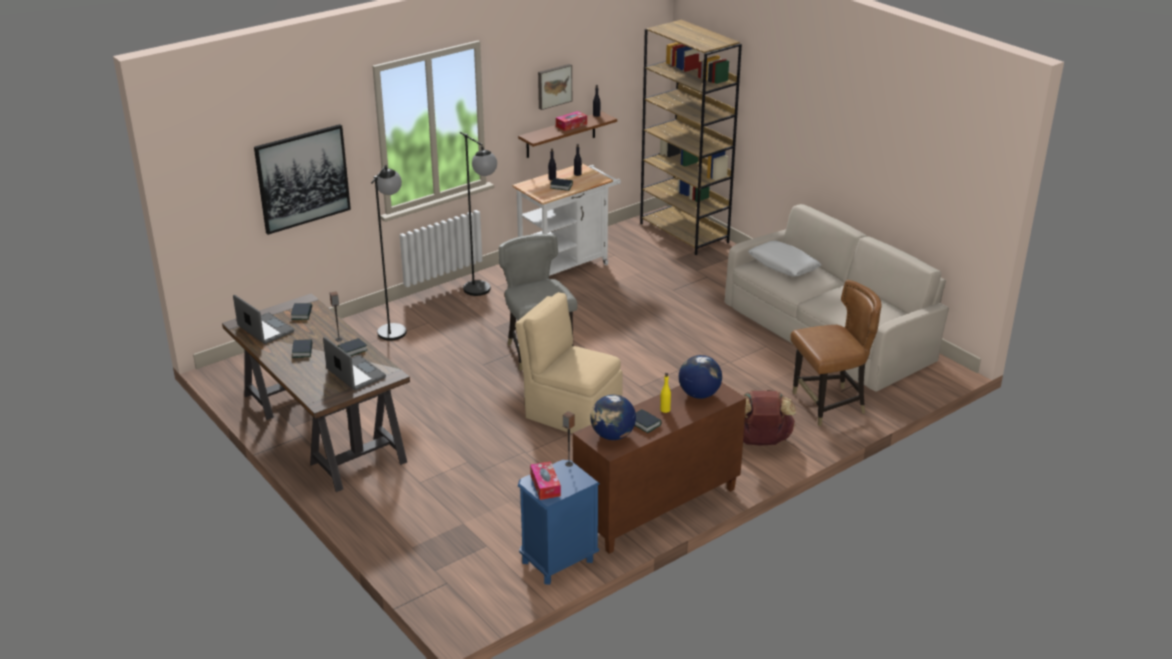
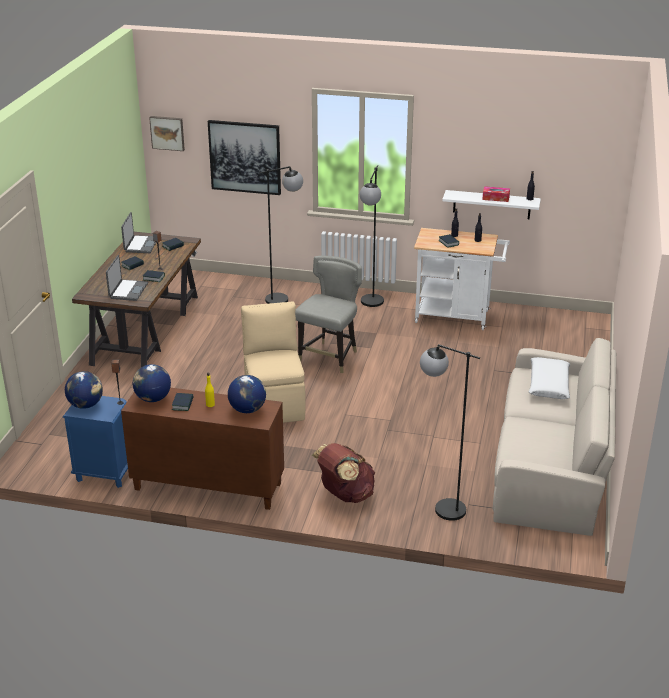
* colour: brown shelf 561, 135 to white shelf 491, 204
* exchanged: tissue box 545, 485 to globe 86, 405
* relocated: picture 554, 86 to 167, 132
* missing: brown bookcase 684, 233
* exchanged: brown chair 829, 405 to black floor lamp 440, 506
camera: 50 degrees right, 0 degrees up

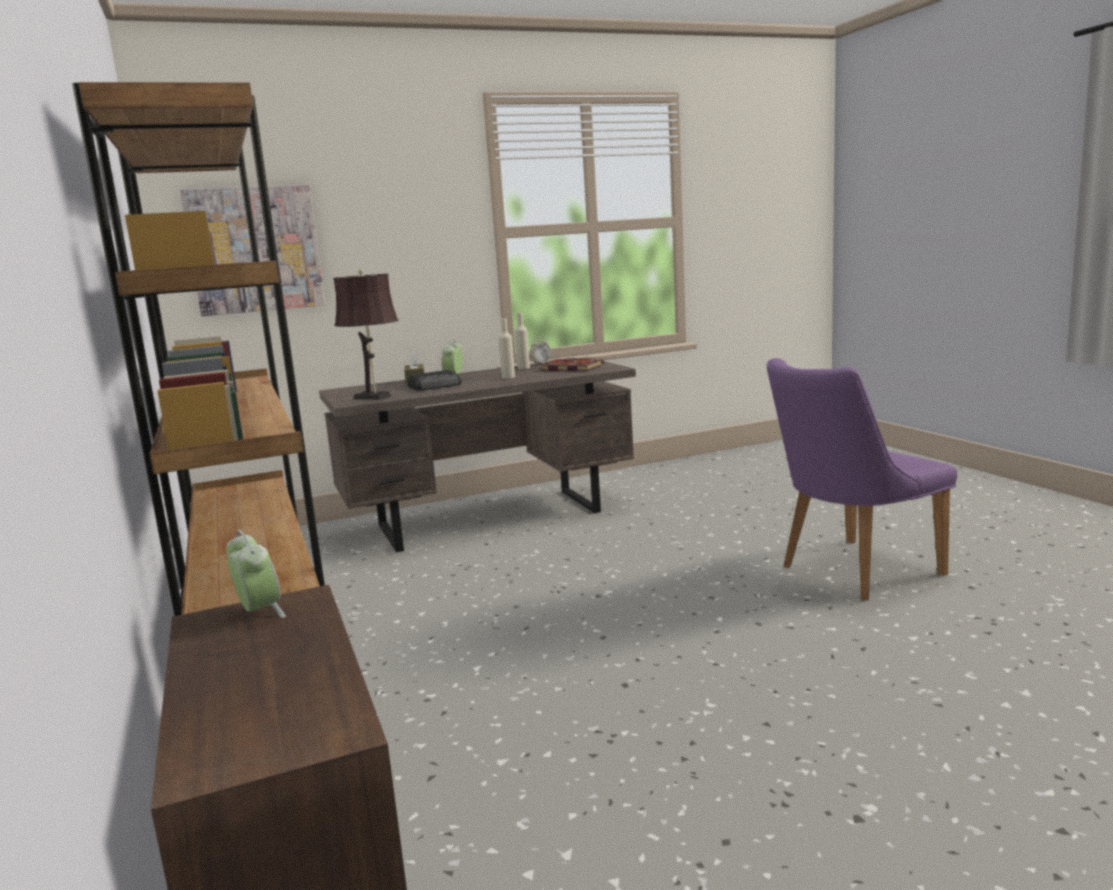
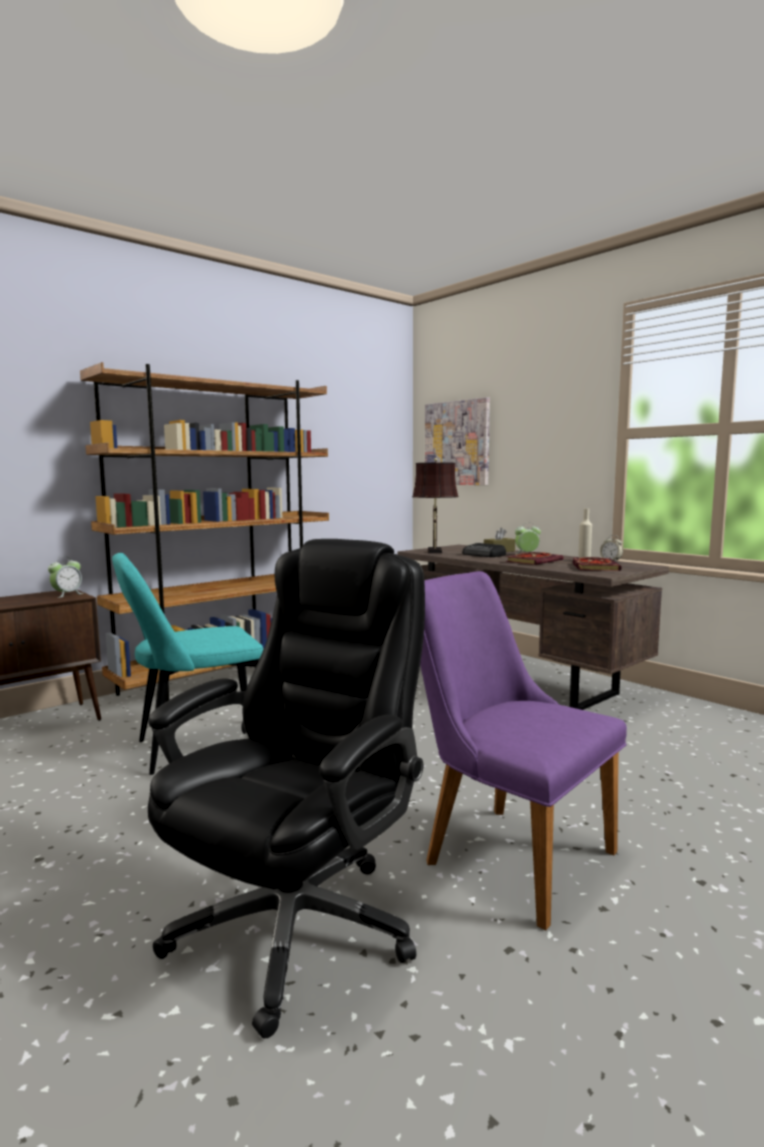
* exchanged: beige bottle 508, 377 to book 534, 561
* appeared: turquoise chair 196, 747
* appeared: black office chair 297, 923
camera: 70 degrees right, 5 degrees down

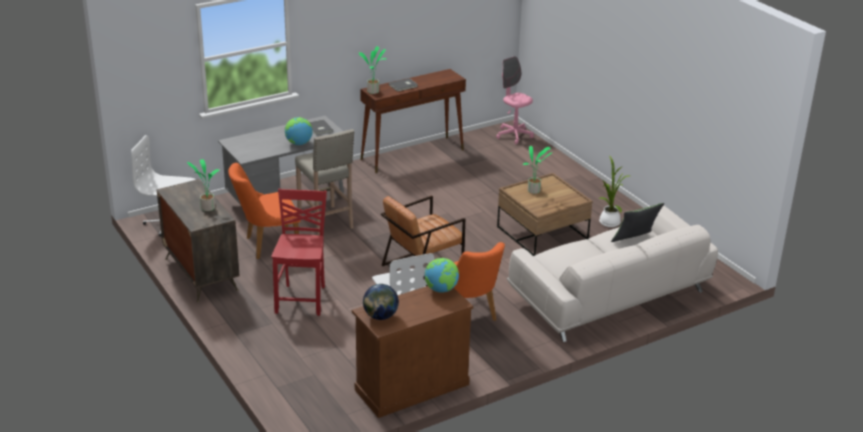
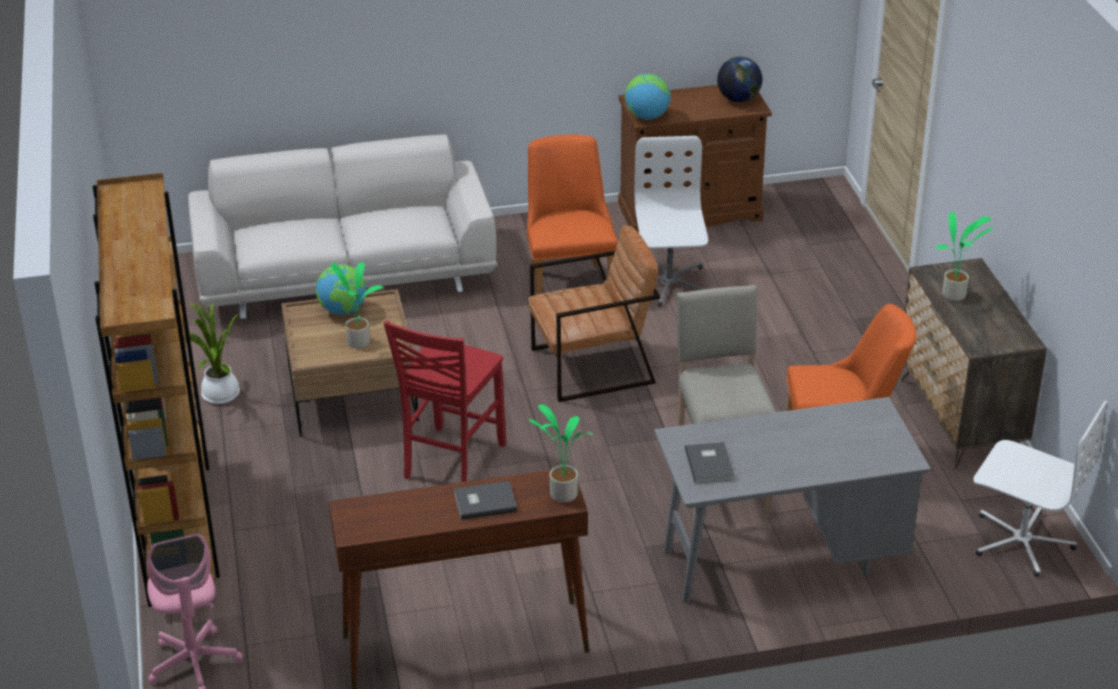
* relocated: red chair 302, 299 to 451, 461
* relocated: globe 298, 143 to 343, 310
* missing: green pillow 635, 240
* appeared: brown bookcase 178, 525
camera: 160 degrees left, 5 degrees up

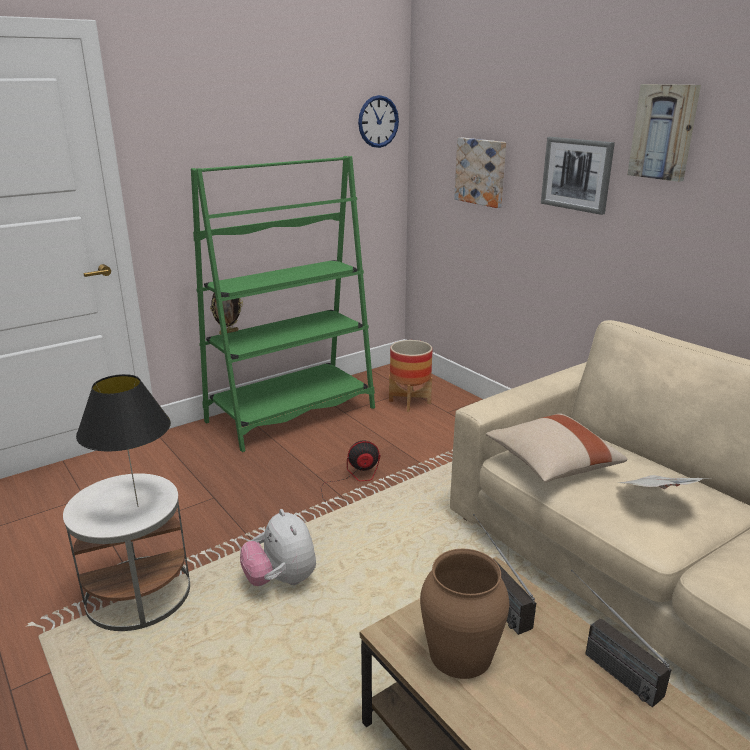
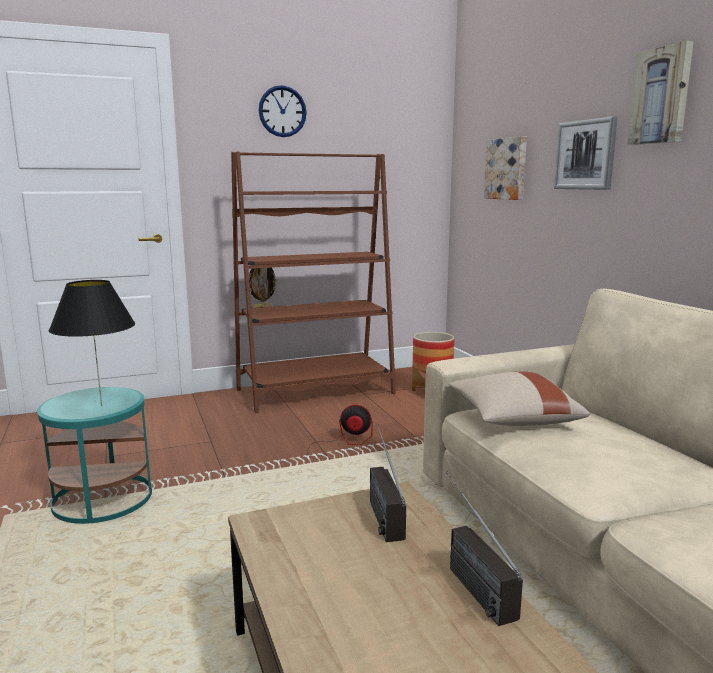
* colour: white side table 138, 594 to turquoise side table 102, 499
* colour: green bookcase 291, 415 to brown bookcase 315, 392
* missing: plush toy 281, 580
* relocated: wall clock 378, 121 to 282, 111
* missing: brown vase 460, 654
* missing: newspaper 658, 499
camera: 15 degrees right, 10 degrees down

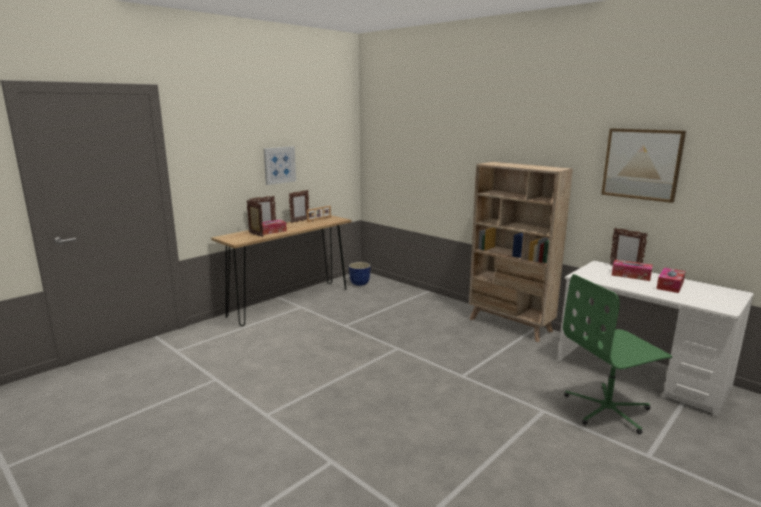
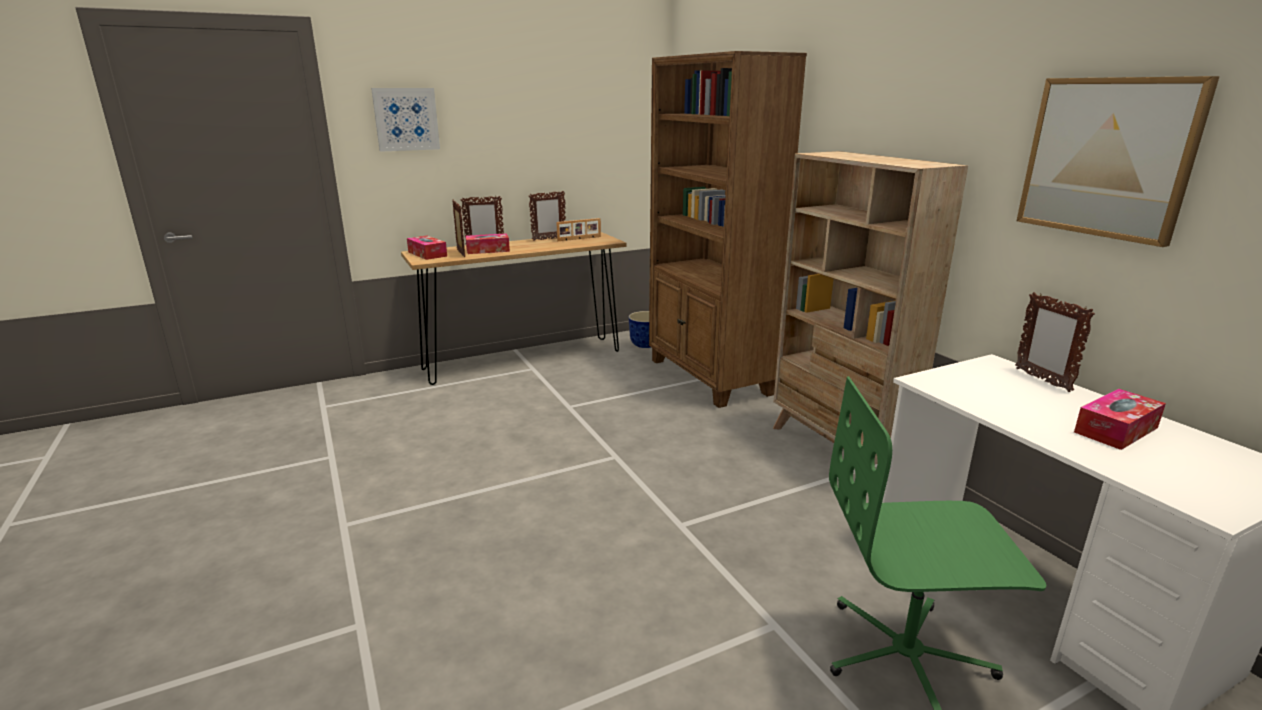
* relocated: picture 279, 165 to 406, 119
* relocated: tissue box 631, 275 to 427, 254
* appeared: brown bookcase 709, 377
camera: 20 degrees right, 5 degrees up

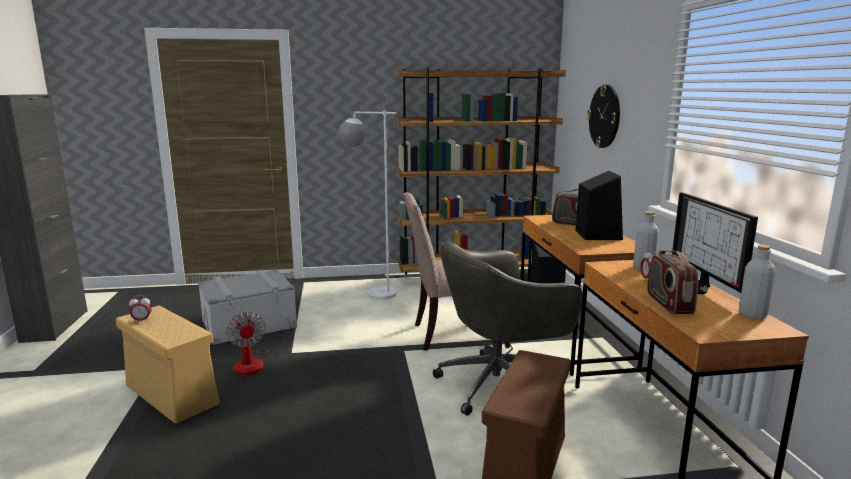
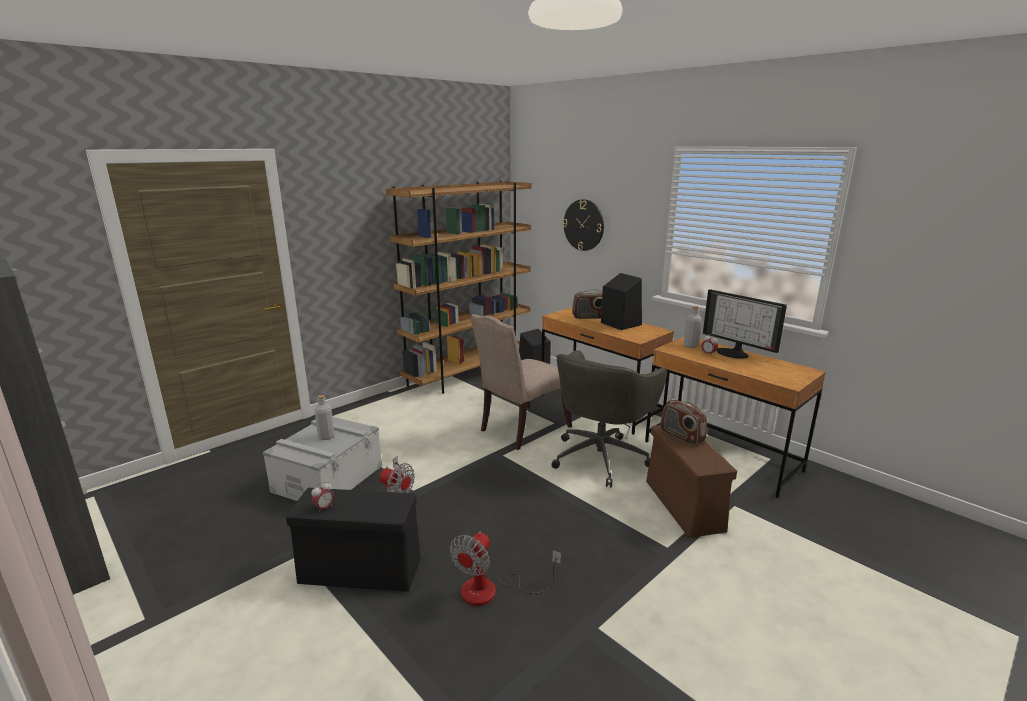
* colour: beige storage box 170, 394 to black storage box 358, 571
* missing: white floor lamp 371, 293
* relocated: radio 668, 304 to 681, 436
* relocated: grey bottle 752, 315 to 326, 436
* appeared: fan 492, 590
camera: 35 degrees left, 5 degrees up

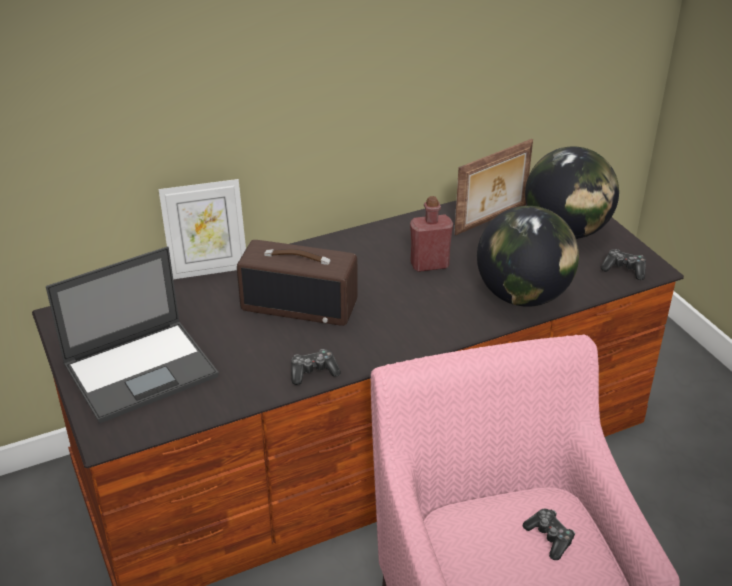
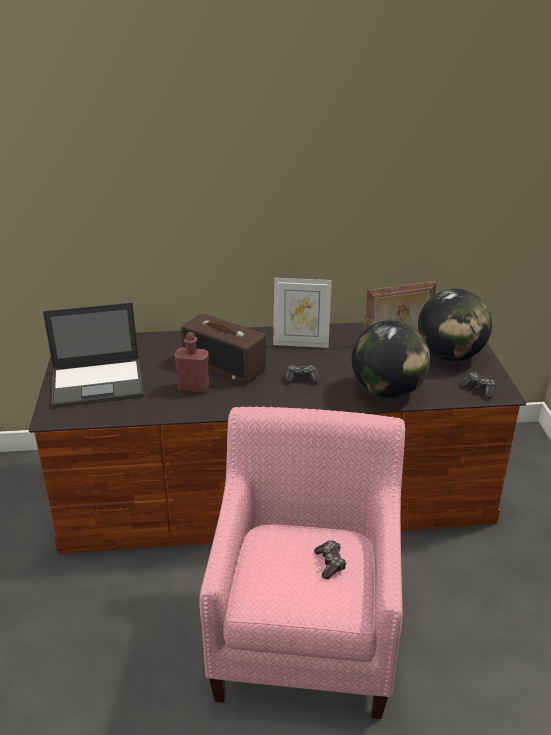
* relocated: picture frame 209, 269 to 301, 343
* relocated: game controller 313, 372 to 301, 379
* relocated: red bottle 429, 265 to 193, 388
camera: 20 degrees right, 5 degrees down

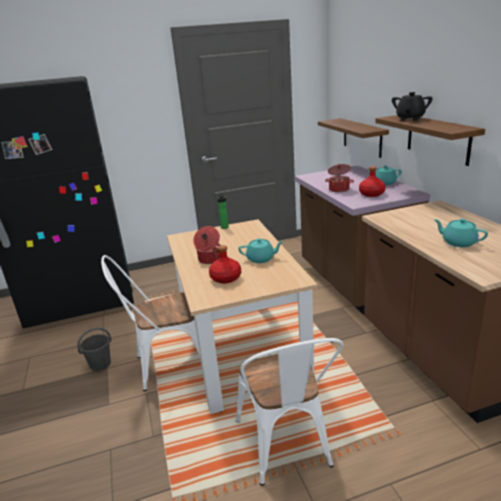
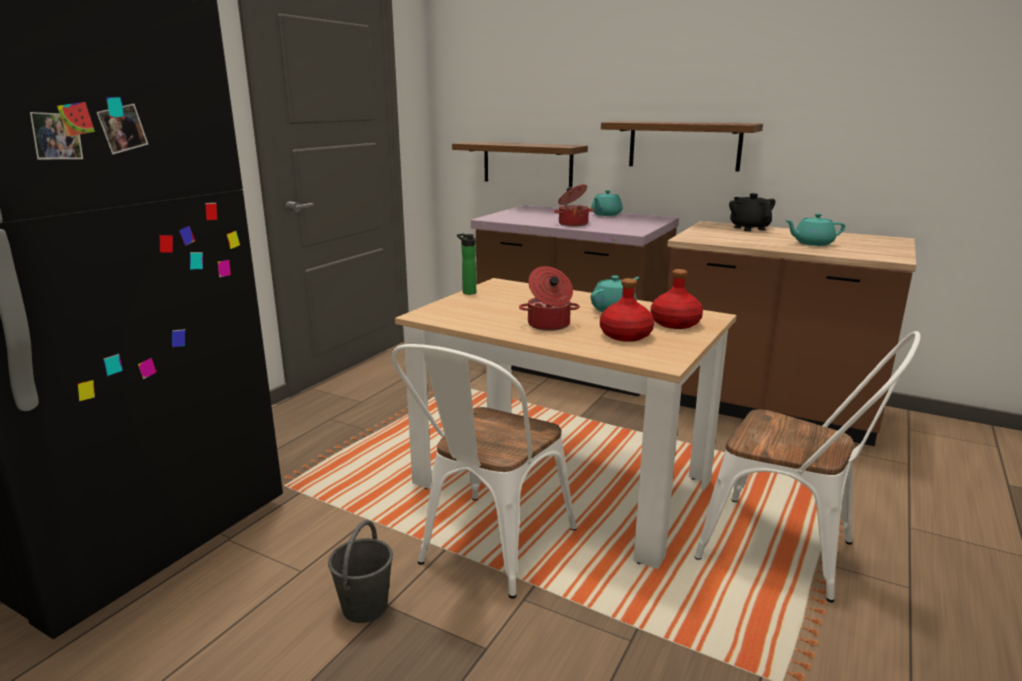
* relocated: red bottle 371, 194 to 674, 323
* relocated: black teapot 410, 119 to 749, 228
camera: 45 degrees left, 5 degrees down

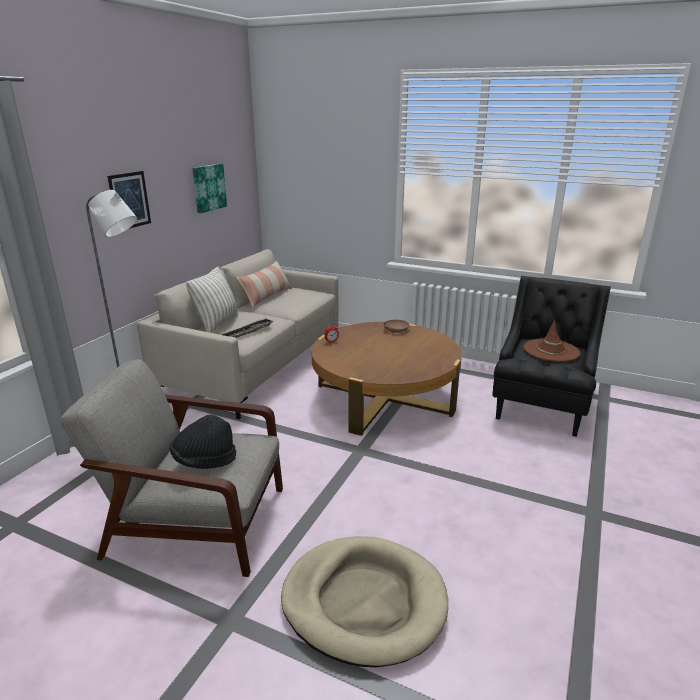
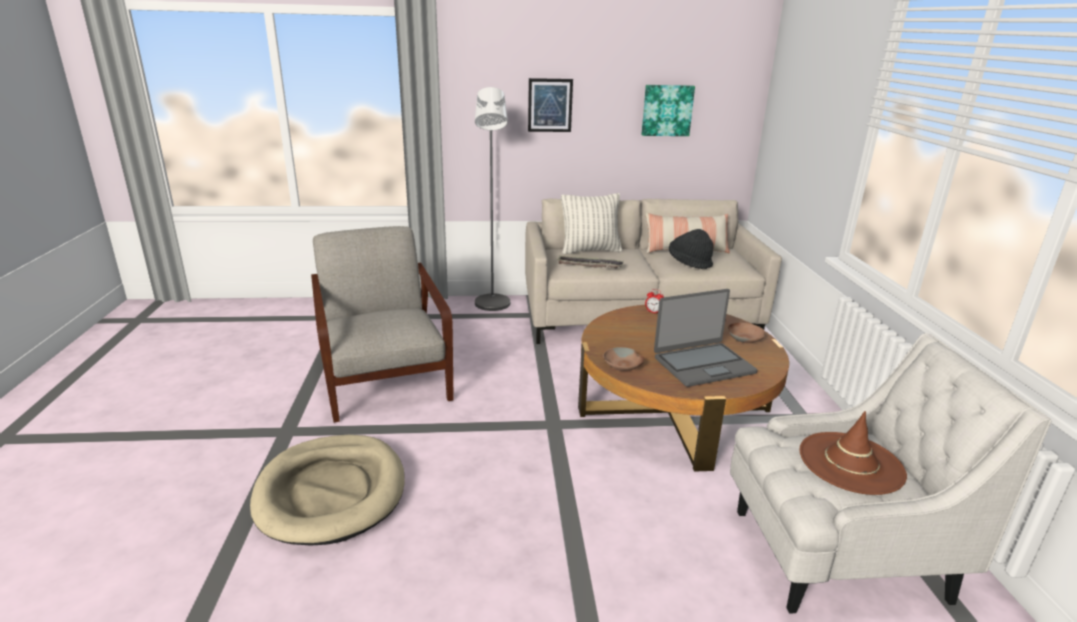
* relocated: black hat 204, 460 to 689, 262
* colour: black armchair 541, 406 to white armchair 834, 554
* appeared: brown bowl 623, 365
* appeared: laptop 703, 365
camera: 60 degrees right, 0 degrees up

